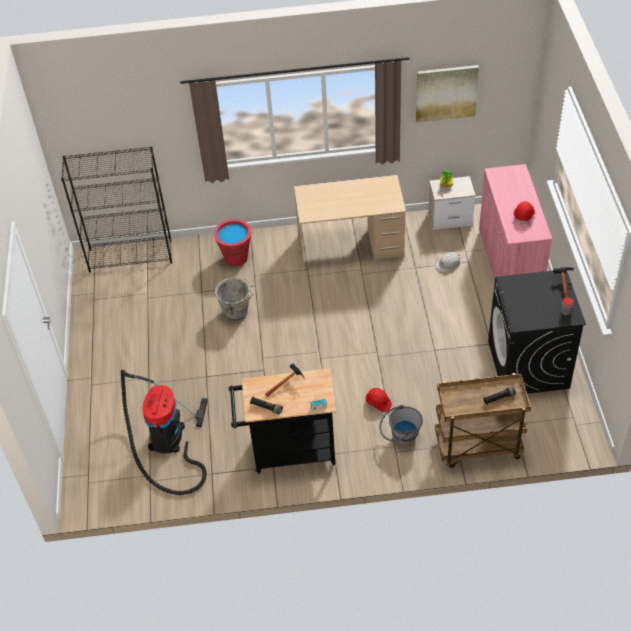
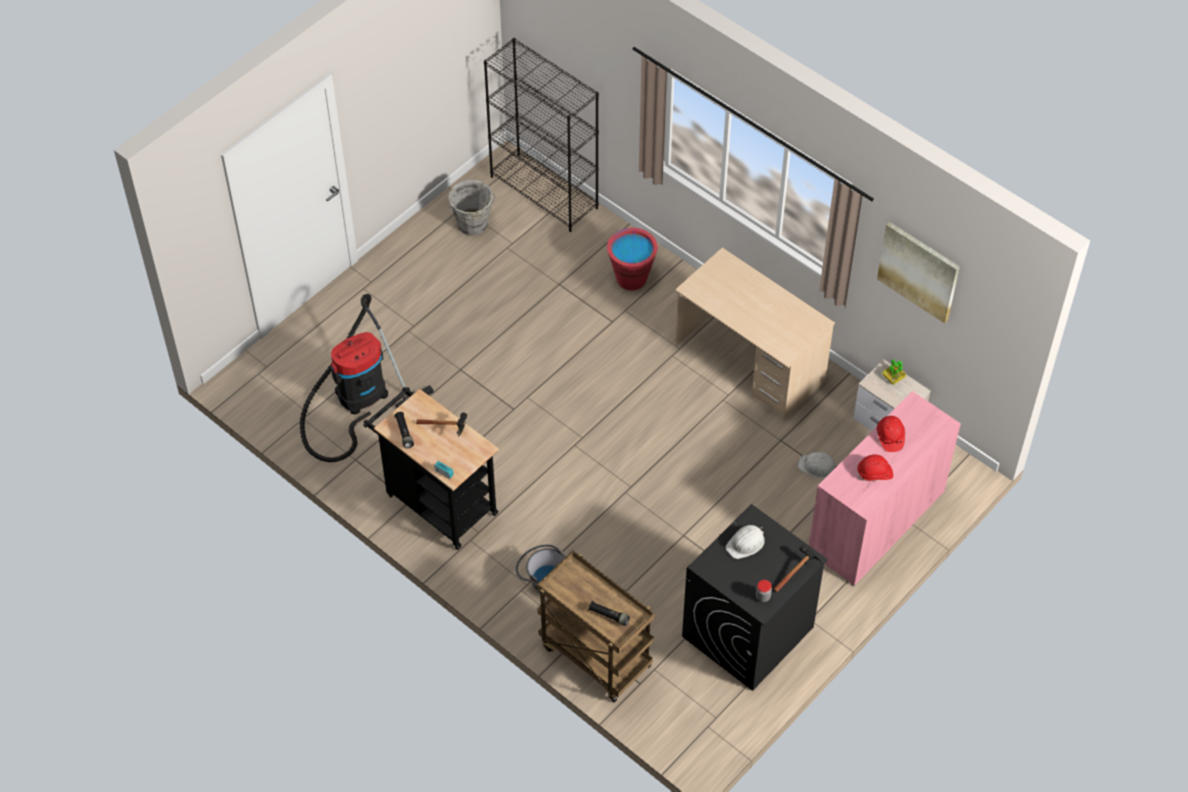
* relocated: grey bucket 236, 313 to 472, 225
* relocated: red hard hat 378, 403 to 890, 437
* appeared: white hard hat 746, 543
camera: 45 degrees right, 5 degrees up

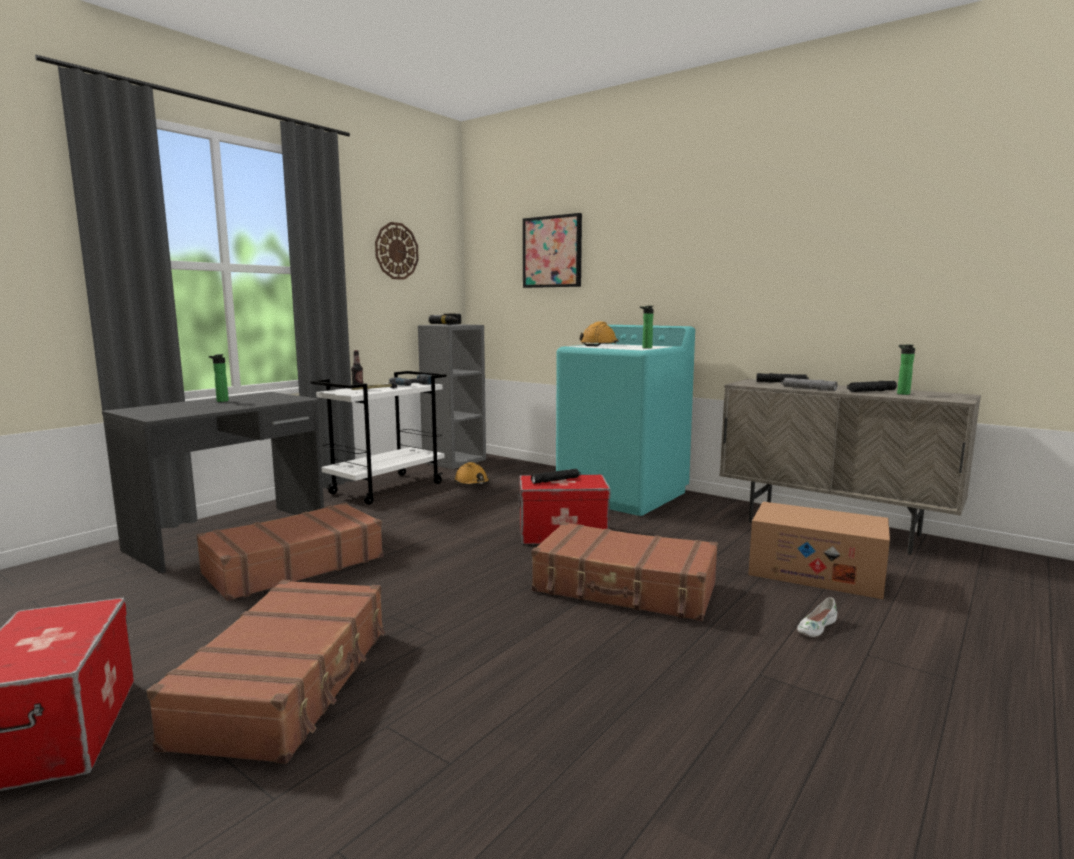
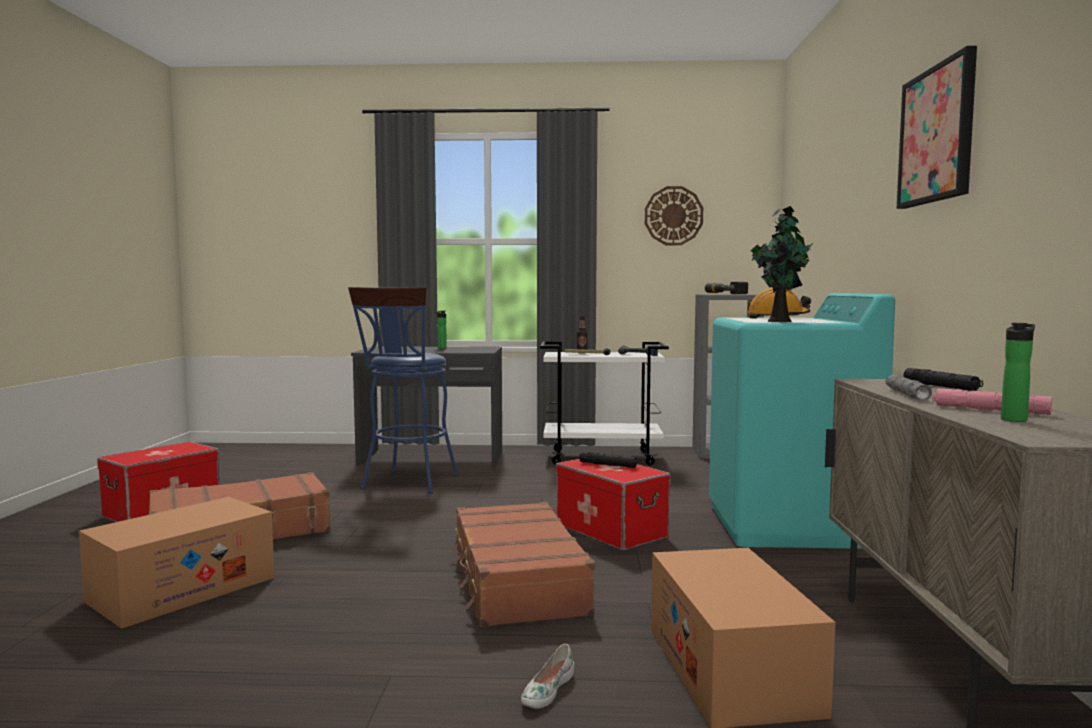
* exchanged: brown suitcase 293, 565 to blue stool 407, 483
* missing: orange hard hat 472, 483
* relocated: picture 552, 252 to 937, 135
* exchanged: bottle 645, 348 to potted plant 779, 321
* spun: white shoe 815, 627 = 547, 690 75 degrees counterclockwise
* colour: black flashlight 871, 391 to pink flashlight 989, 410
* appeared: cardboard box 182, 589
camera: 55 degrees right, 5 degrees down

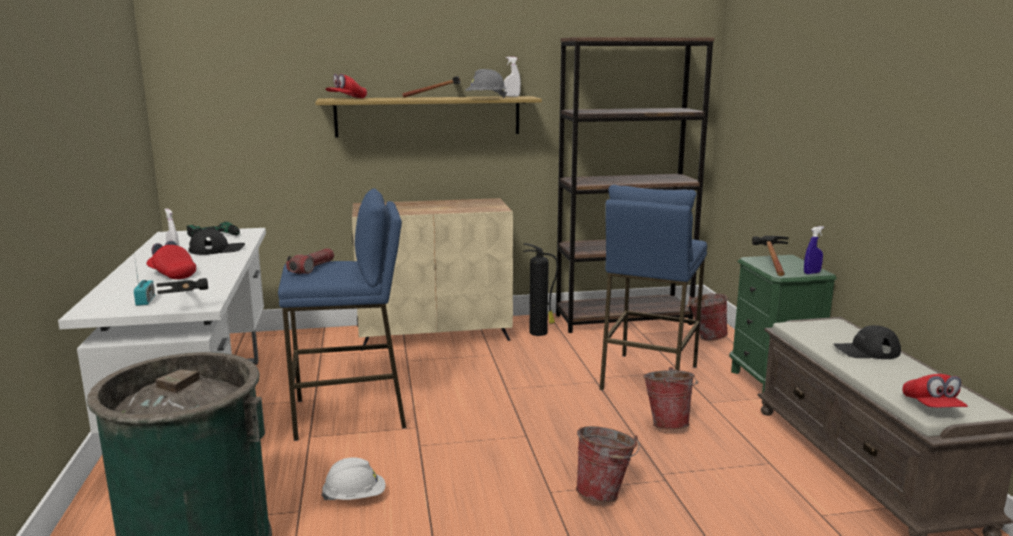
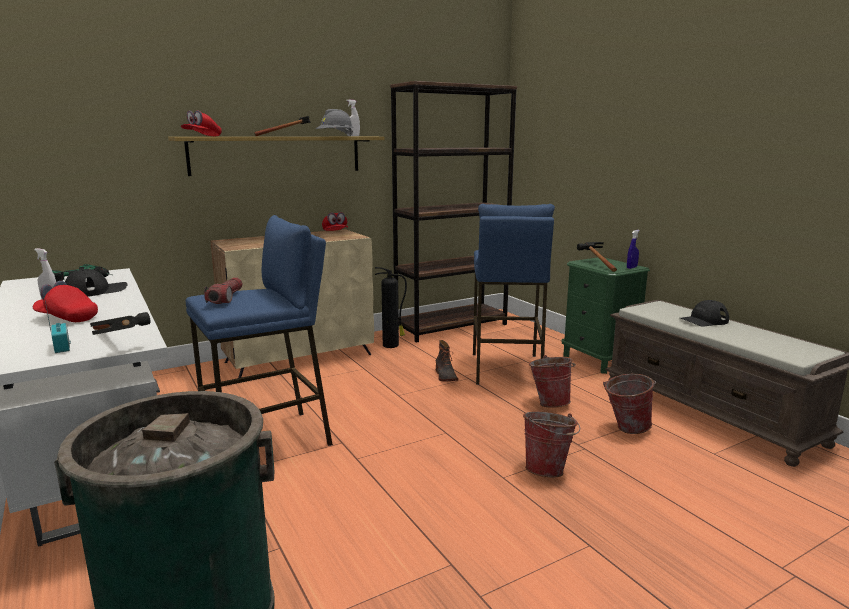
* missing: white hard hat 355, 497
* relocated: bucket 706, 337 to 625, 428
* relocated: red cap 932, 407 to 335, 232
* appeared: boot 445, 376
camera: 20 degrees left, 0 degrees up

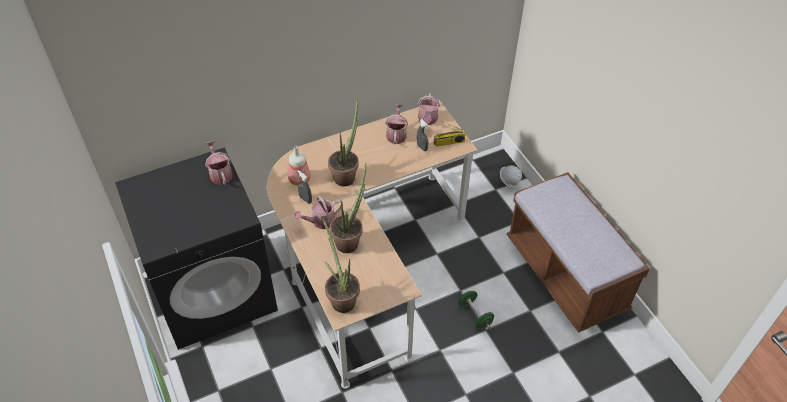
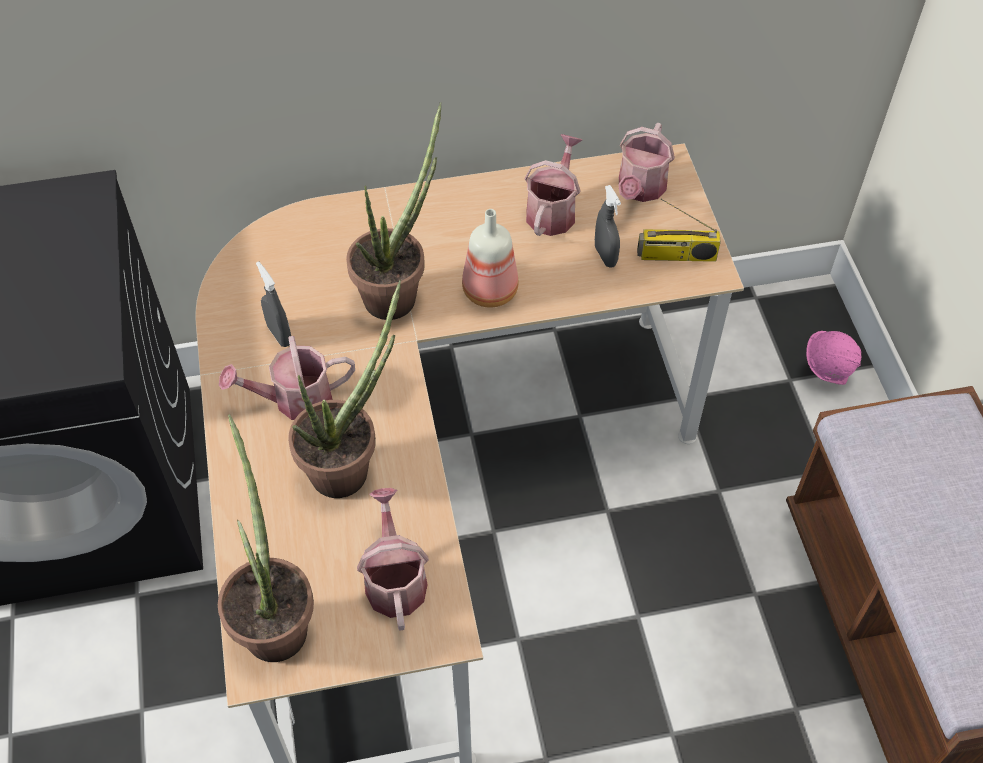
* relocated: watering can 220, 173 to 395, 579
* relocated: bottle 298, 179 to 488, 290
* missing: green dumbbell 474, 315
* colour: white hard hat 509, 183 to pink hard hat 826, 372
camera: 15 degrees right, 5 degrees up

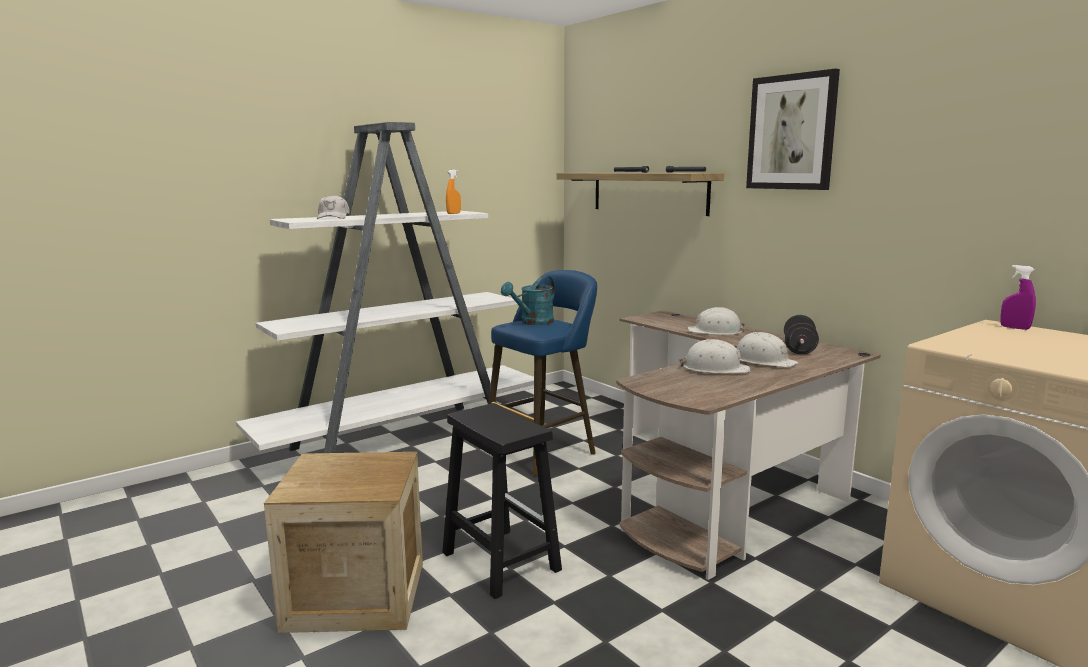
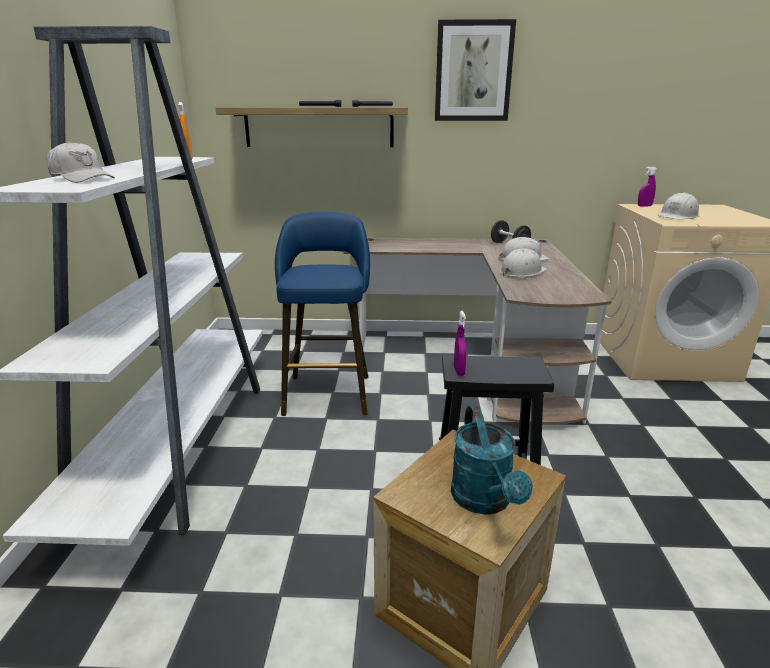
* relocated: turquoise watering can 533, 323 to 485, 501
* relocated: white hard hat 715, 331 to 678, 216
* appeared: purple spray bottle 459, 371
camera: 50 degrees left, 10 degrees up

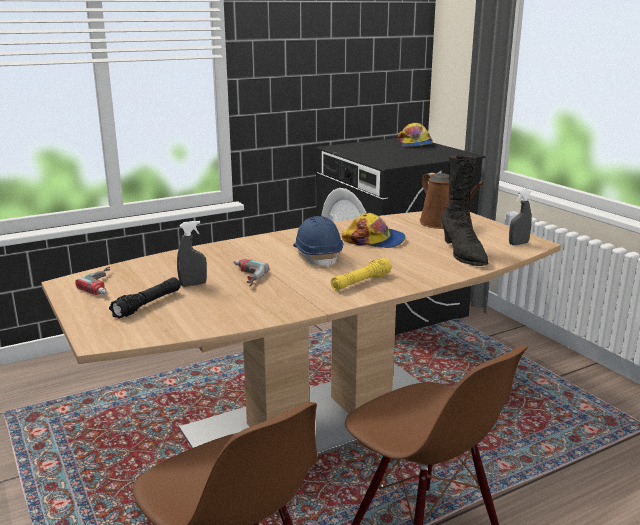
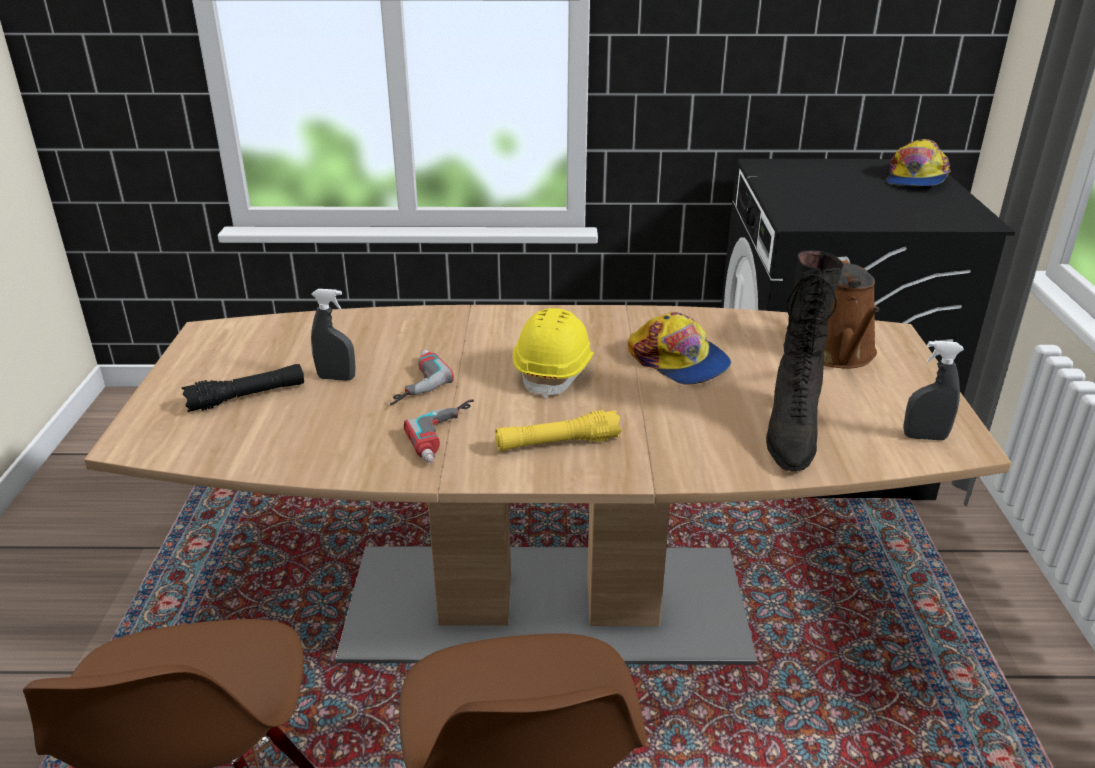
* relocated: power drill 106, 284 to 450, 437
* colour: blue hard hat 317, 256 to yellow hard hat 555, 372
camera: 30 degrees right, 10 degrees up

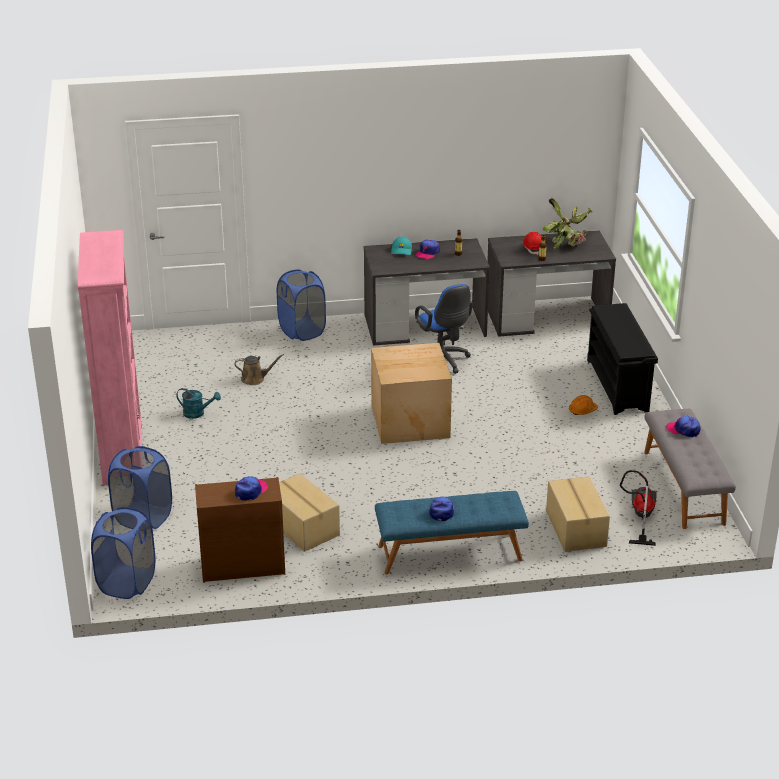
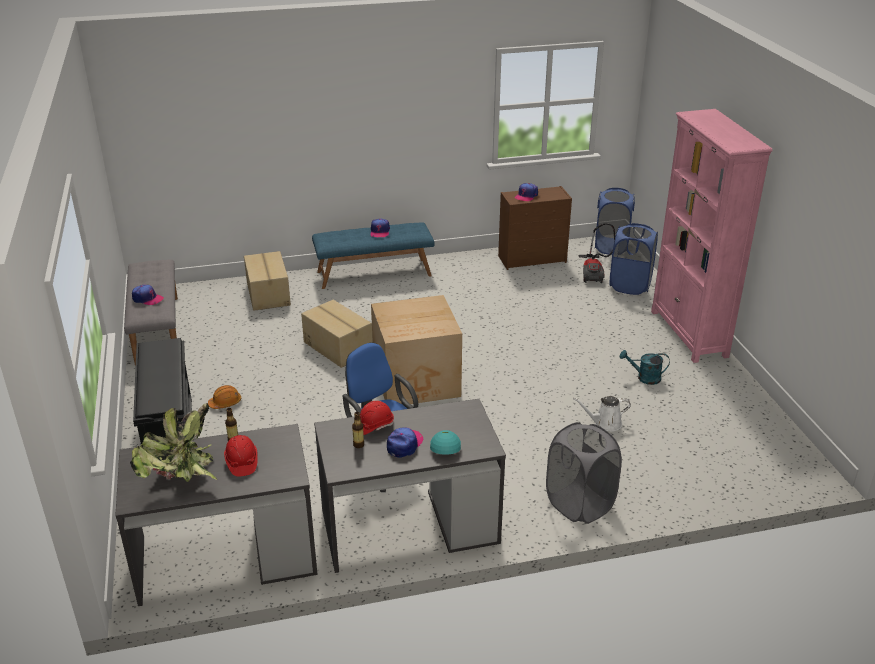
* colour: brown watering can 255, 379 to white watering can 605, 423
* colour: blue laundry basket 302, 331 to grey laundry basket 579, 504
* relocated: cardboard box 302, 527 to 338, 347
* relocated: vacuum cleaner 639, 517 to 593, 272
* appeared: red hard hat 374, 426
camera: 175 degrees right, 0 degrees up

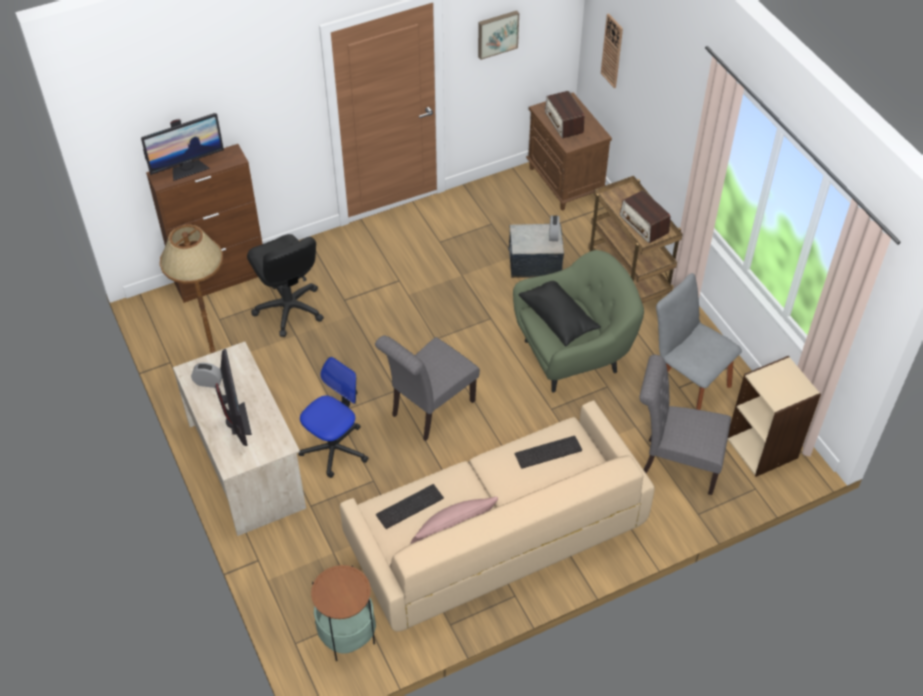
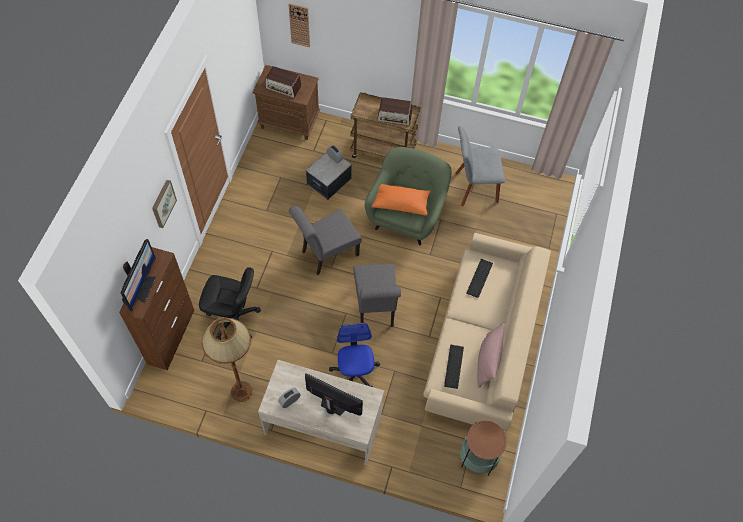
* relocated: picture 497, 33 to 162, 203
* colour: black pillow 558, 318 to orange pillow 400, 203
* relocated: grey chair 674, 464 to 326, 254
* missing: beige bookcase 763, 448
camera: 50 degrees left, 10 degrees up

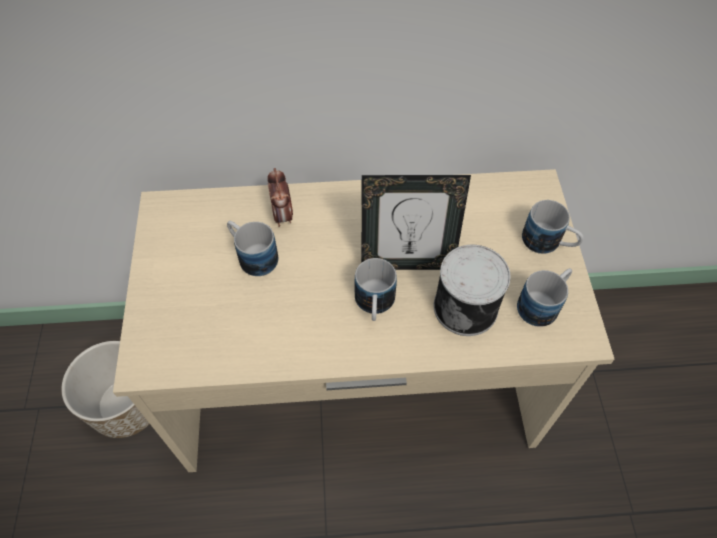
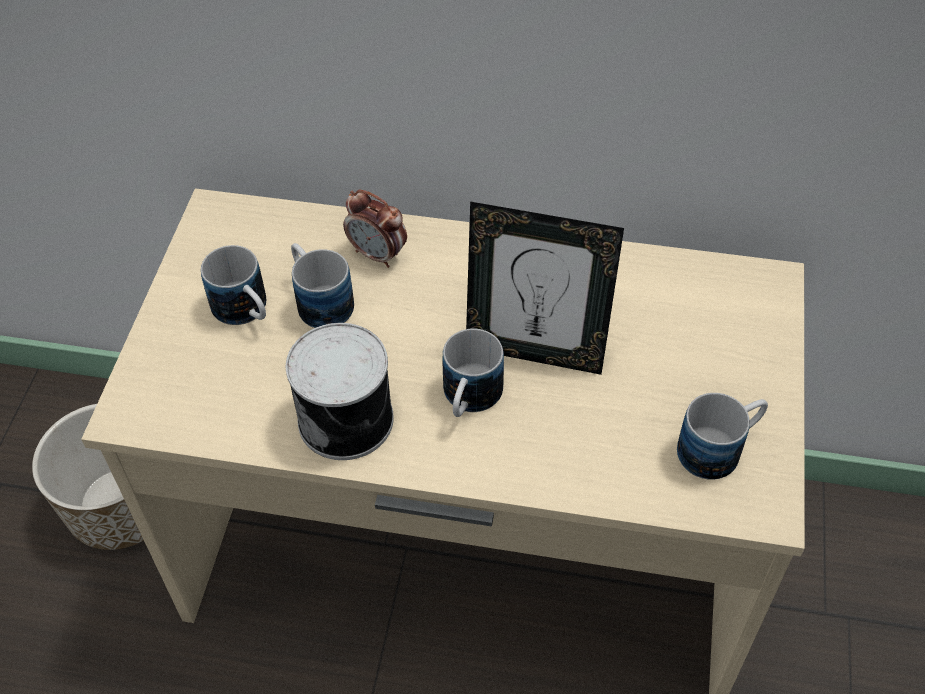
* spun: alarm clock 283, 215 = 378, 255 60 degrees counterclockwise
* relocated: can 466, 306 to 348, 419
* relocated: mug 548, 243 to 246, 312
camera: 15 degrees right, 5 degrees down

